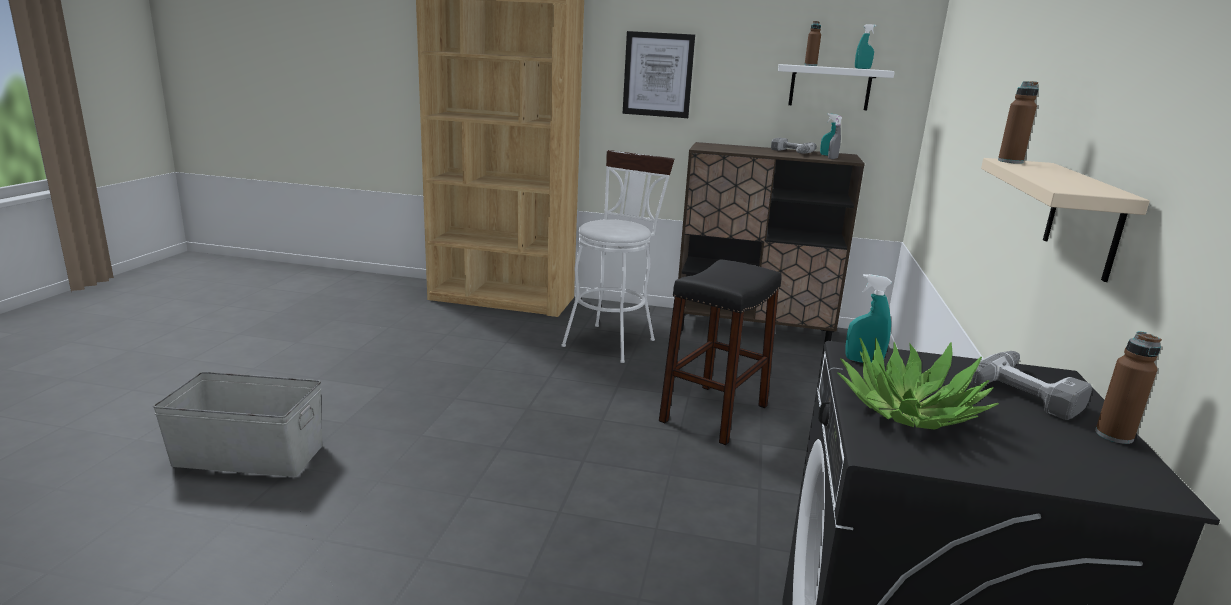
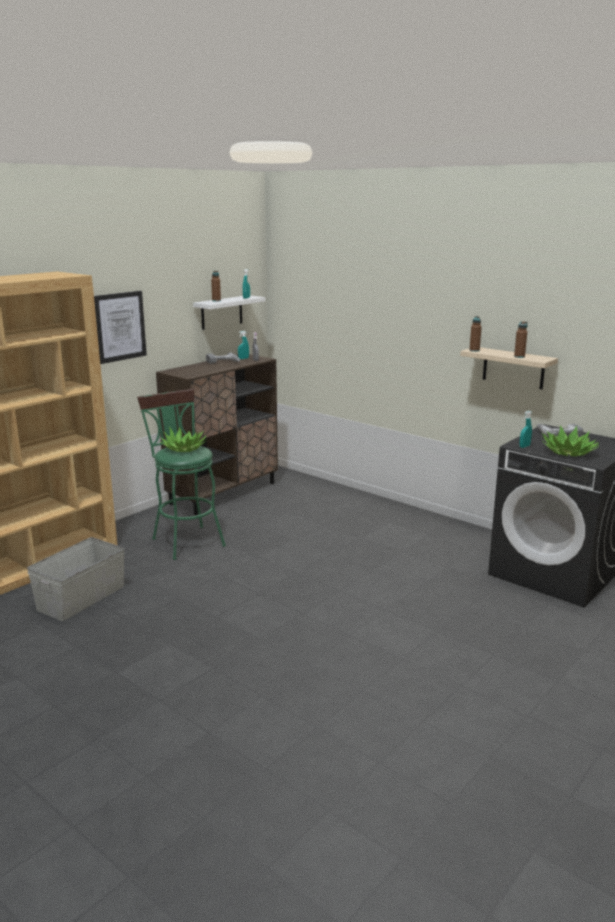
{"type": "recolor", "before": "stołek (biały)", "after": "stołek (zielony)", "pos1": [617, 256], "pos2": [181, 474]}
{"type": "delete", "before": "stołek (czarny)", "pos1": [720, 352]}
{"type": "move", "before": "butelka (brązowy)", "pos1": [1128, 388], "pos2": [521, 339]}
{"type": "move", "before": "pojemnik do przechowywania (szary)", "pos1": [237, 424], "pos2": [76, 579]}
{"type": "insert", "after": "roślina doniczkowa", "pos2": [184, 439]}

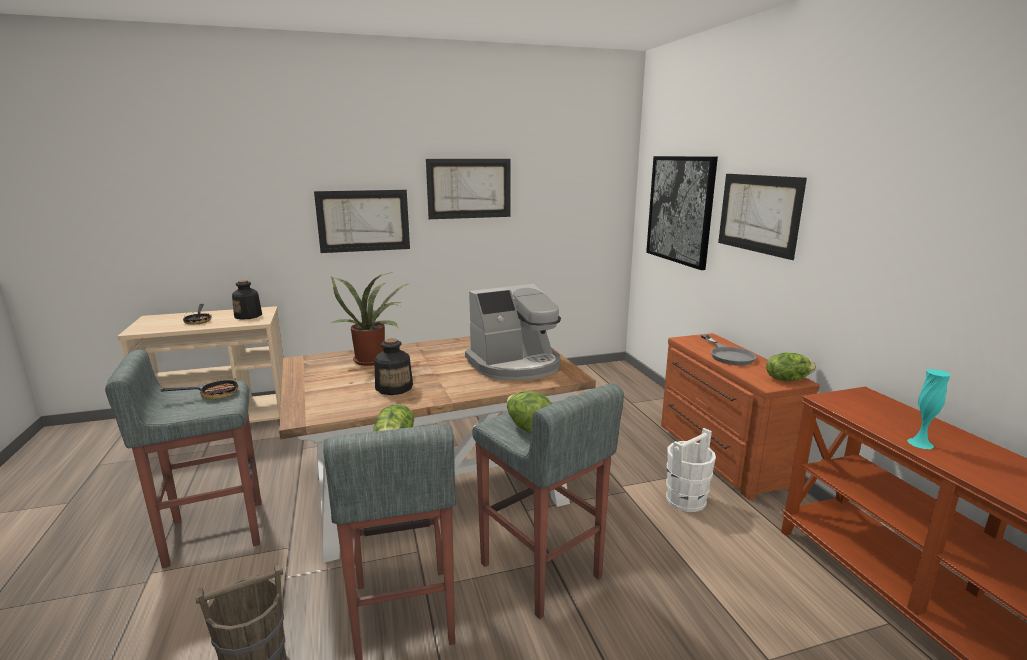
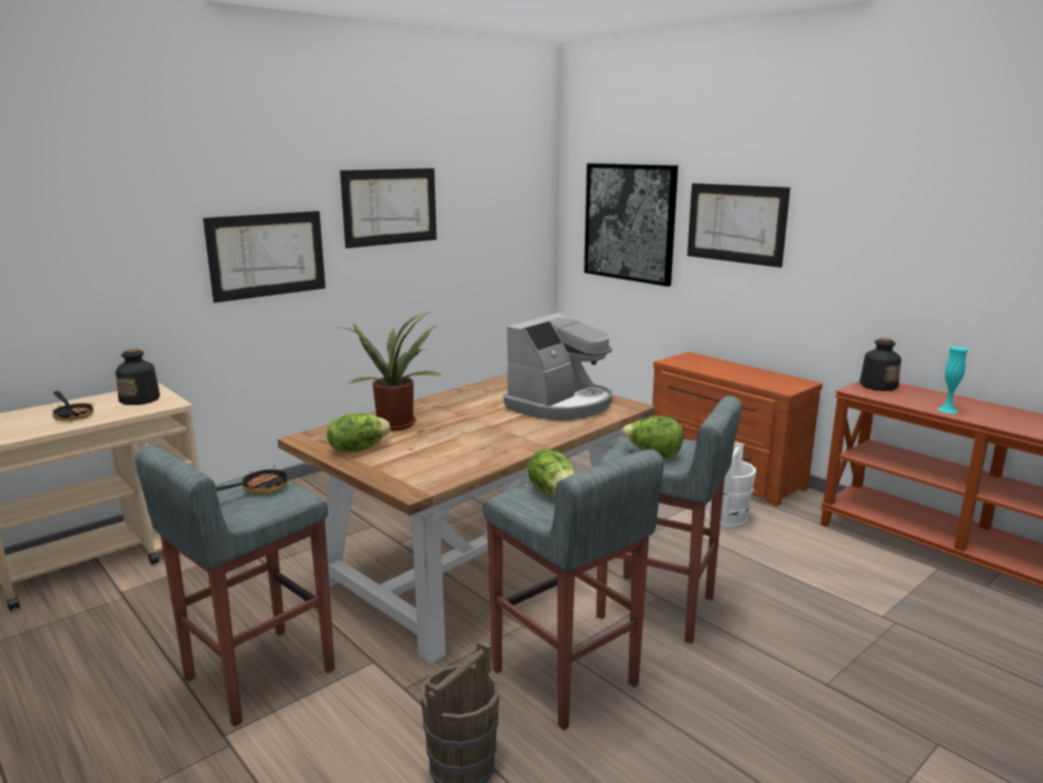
{"type": "delete", "before": "patelnia (szary)", "pos1": [728, 350]}
{"type": "move", "before": "butelka", "pos1": [393, 366], "pos2": [880, 364]}
{"type": "move", "before": "sałata", "pos1": [791, 366], "pos2": [358, 432]}

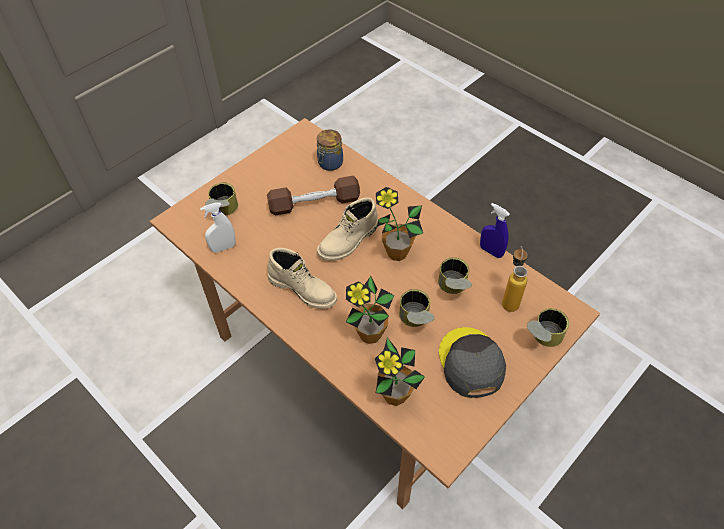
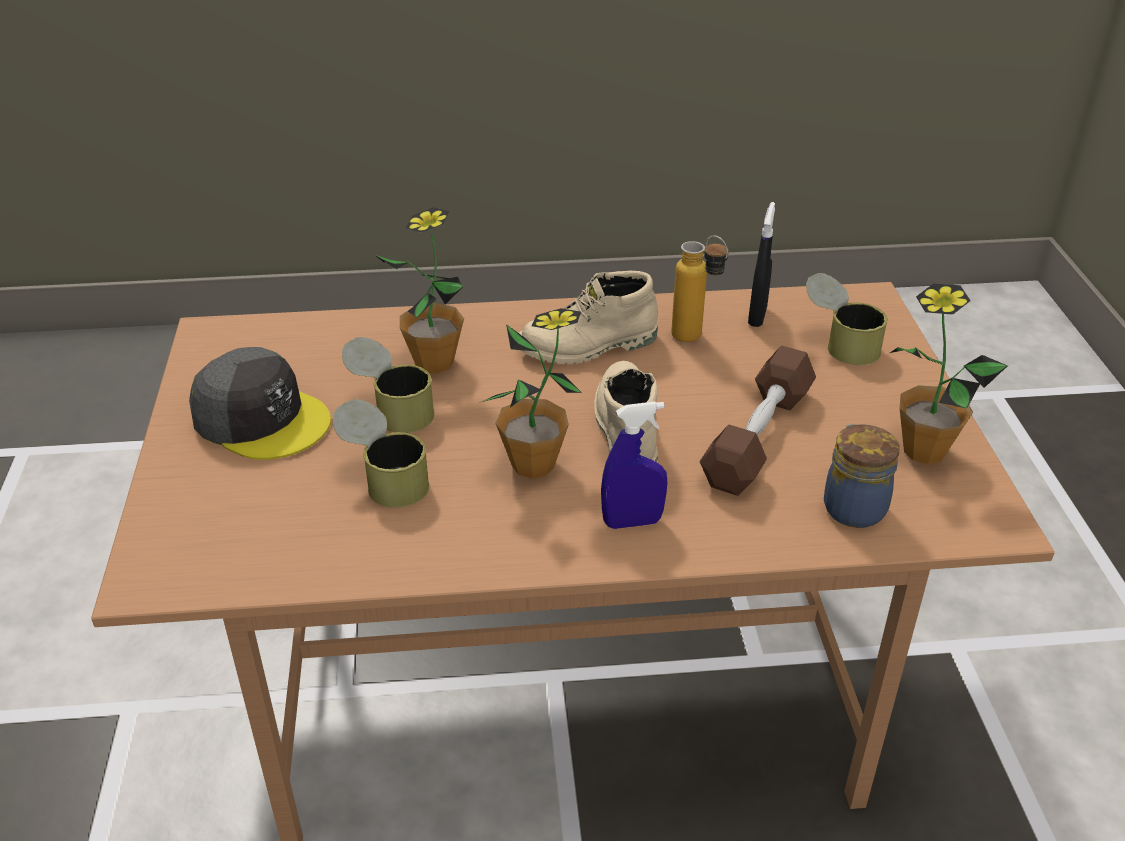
{"type": "recolor", "before": "spryskiwacz (biały)", "after": "spryskiwacz (czarny)", "pos1": [218, 227], "pos2": [761, 264]}
{"type": "move", "before": "spryskiwacz (niebieski)", "pos1": [495, 230], "pos2": [634, 465]}
{"type": "move", "before": "butelka", "pos1": [515, 279], "pos2": [700, 288]}
{"type": "delete", "before": "puszka", "pos1": [548, 327]}
{"type": "move", "before": "roślina doniczkowa", "pos1": [400, 371], "pos2": [949, 373]}

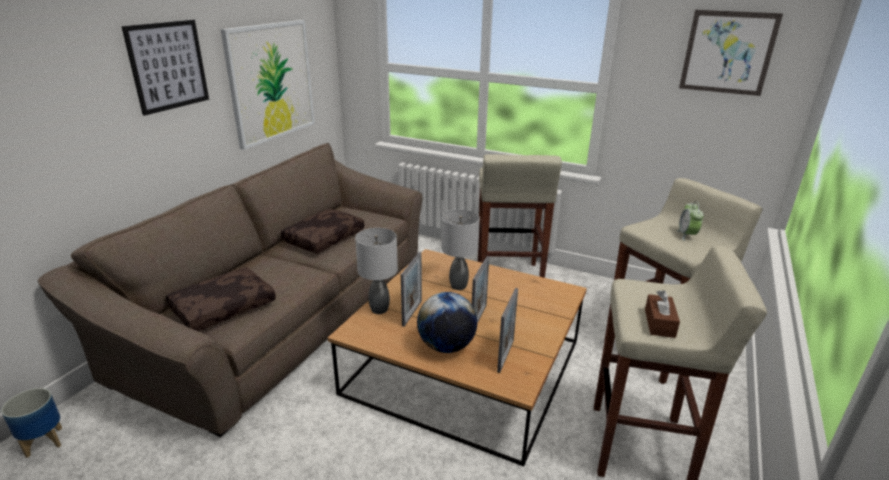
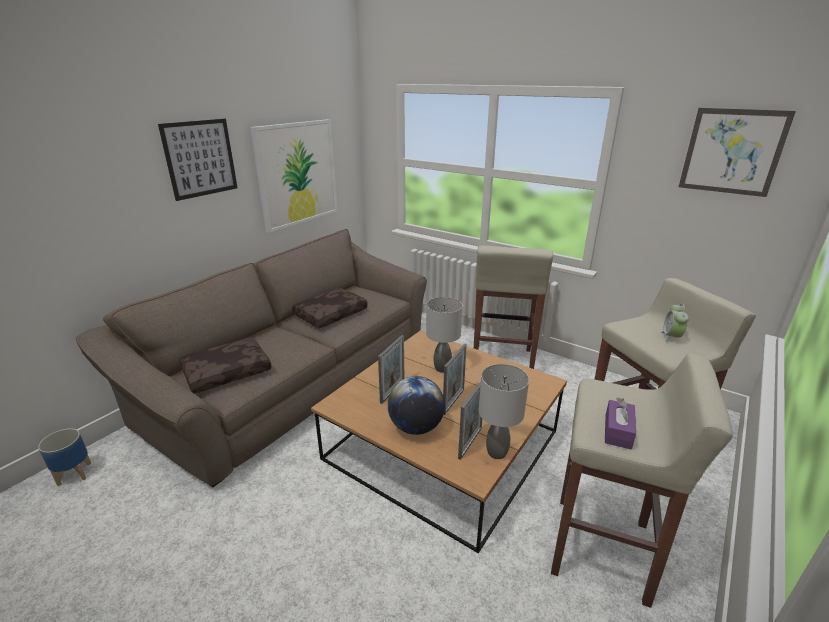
{"type": "move", "before": "lampa stołowa (szary)", "pos1": [376, 271], "pos2": [504, 411]}
{"type": "recolor", "before": "pudełko chusteczek (brązowy)", "after": "pudełko chusteczek (fioletowy)", "pos1": [662, 314], "pos2": [620, 423]}

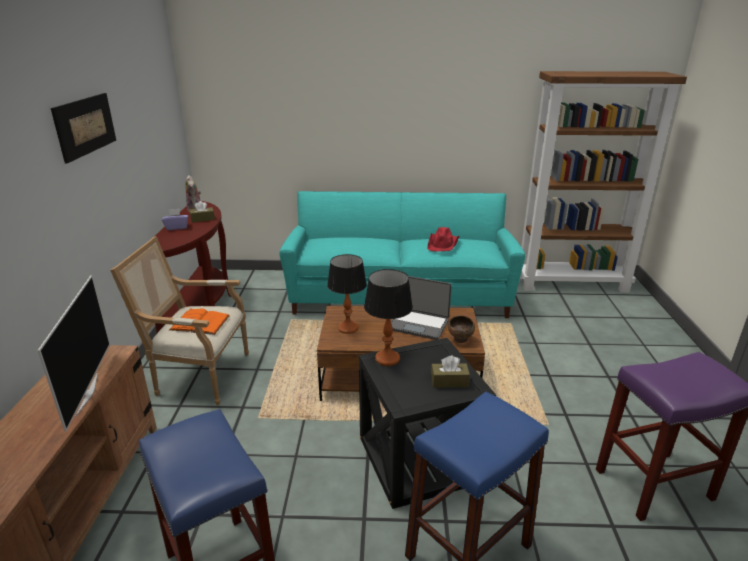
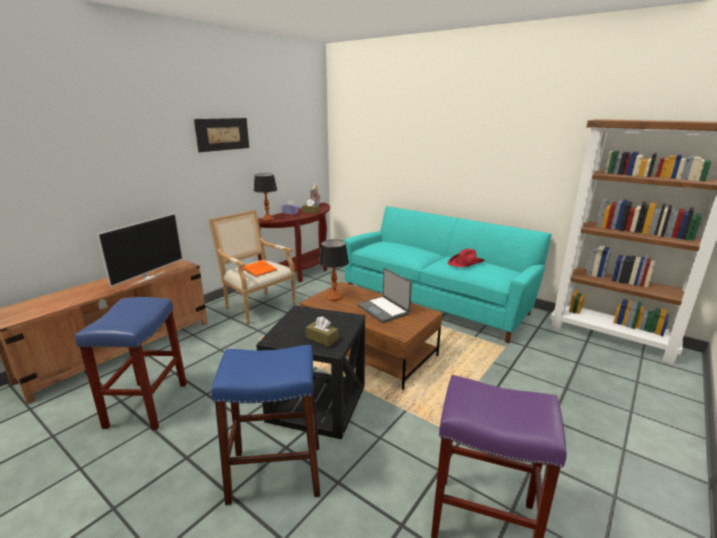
{"type": "move", "before": "lampa stołowa", "pos1": [388, 317], "pos2": [265, 197]}
{"type": "delete", "before": "miska (brązowy)", "pos1": [461, 329]}

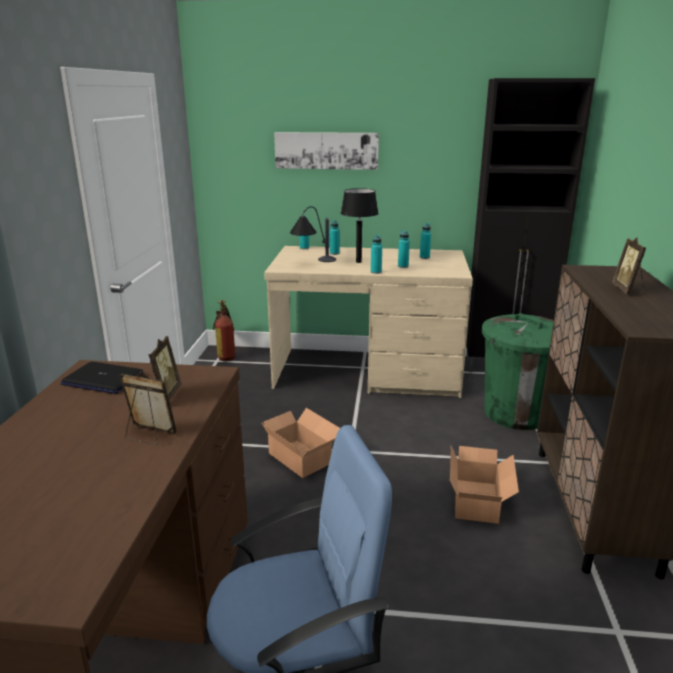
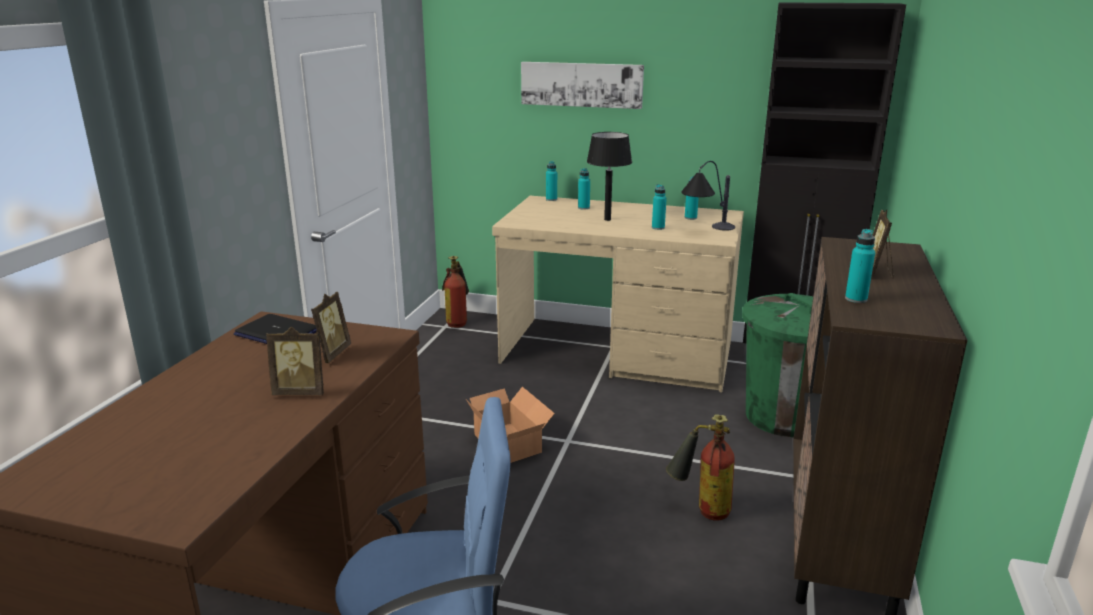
{"type": "move", "before": "lampa stołowa", "pos1": [313, 234], "pos2": [708, 196]}
{"type": "move", "before": "butelka (turkusowy)", "pos1": [376, 254], "pos2": [860, 266]}
{"type": "rotate", "before": "ramka na zdjęcie", "pos1": [148, 409], "pos2": [295, 361], "turn": 150}
{"type": "replace", "before": "karton", "after": "gaśnica", "pos1": [484, 485], "pos2": [700, 467]}

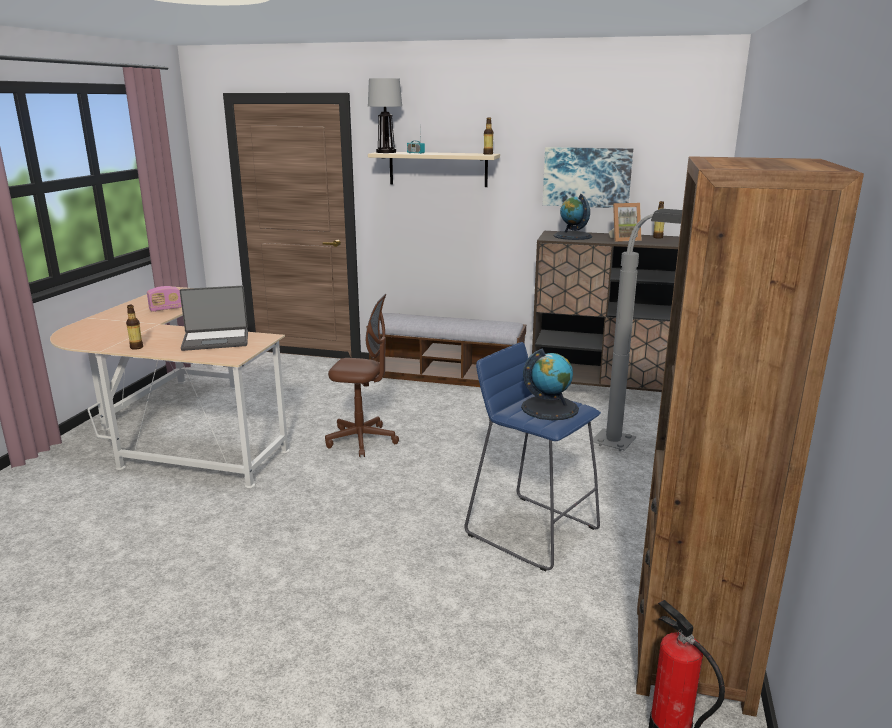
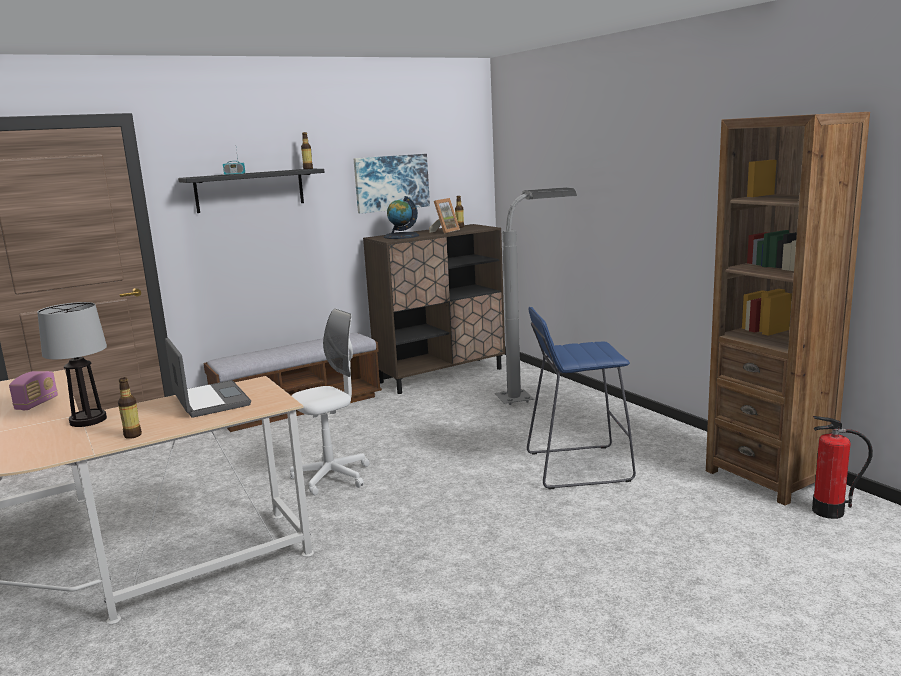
{"type": "move", "before": "lampa stołowa", "pos1": [385, 115], "pos2": [72, 364]}
{"type": "recolor", "before": "półka (beżowy)", "after": "półka (czarny)", "pos1": [434, 169], "pos2": [251, 191]}
{"type": "rotate", "before": "laptop", "pos1": [214, 318], "pos2": [208, 378], "turn": -60}
{"type": "recolor", "before": "krzesło biurowe (brązowy)", "after": "krzesło biurowe (biały)", "pos1": [362, 375], "pos2": [330, 402]}
{"type": "delete", "before": "globus", "pos1": [550, 384]}

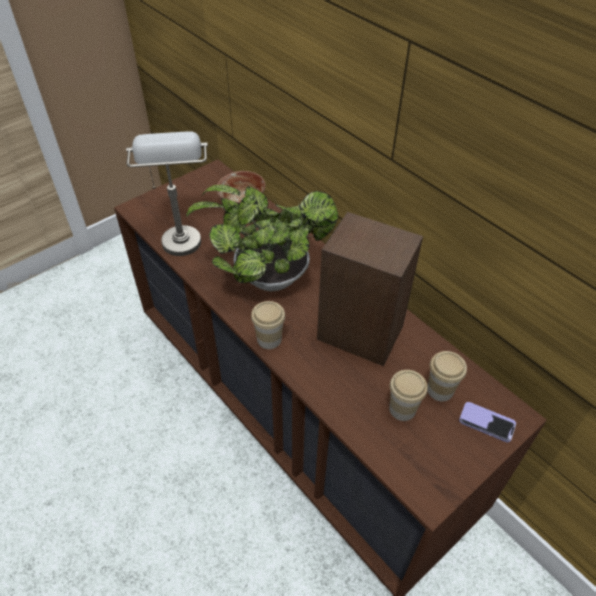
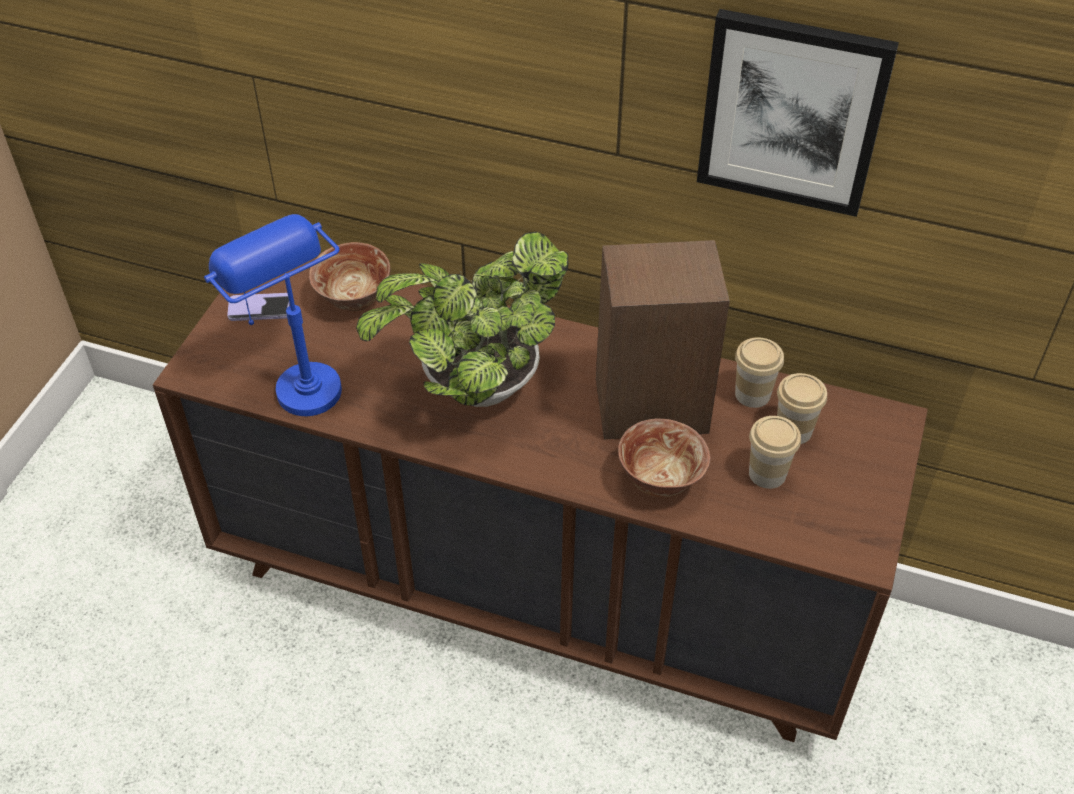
{"type": "recolor", "before": "lampa stołowa (szary)", "after": "lampa stołowa (niebieski)", "pos1": [167, 194], "pos2": [273, 315]}
{"type": "move", "before": "filiżanka", "pos1": [268, 325], "pos2": [759, 372]}
{"type": "move", "before": "telefon", "pos1": [487, 422], "pos2": [258, 307]}
{"type": "insert", "after": "obraz", "pos2": [798, 113]}
{"type": "insert", "after": "miska", "pos2": [664, 458]}

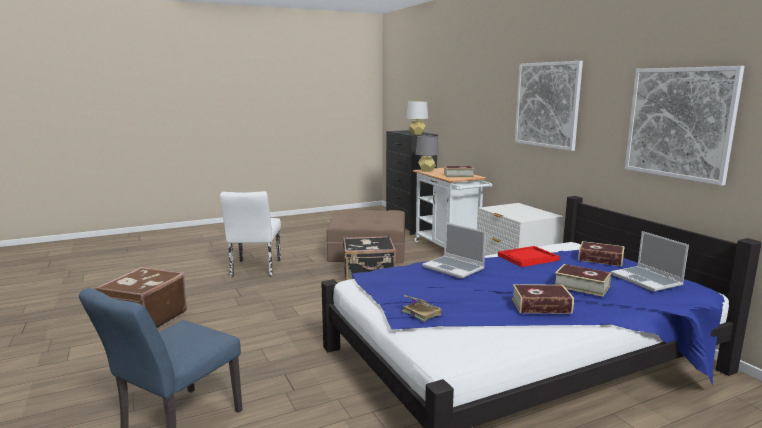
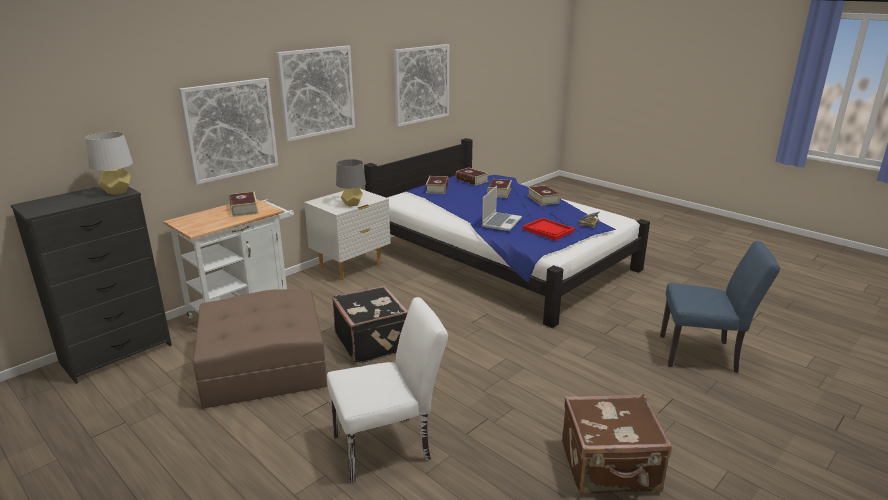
{"type": "move", "before": "lampa stołowa (szary)", "pos1": [427, 154], "pos2": [351, 183]}
{"type": "replace", "before": "laptop", "after": "książka", "pos1": [650, 261], "pos2": [472, 176]}
{"type": "move", "before": "taca (czerwony)", "pos1": [529, 256], "pos2": [549, 229]}
{"type": "insert", "after": "obraz", "pos2": [228, 131]}

